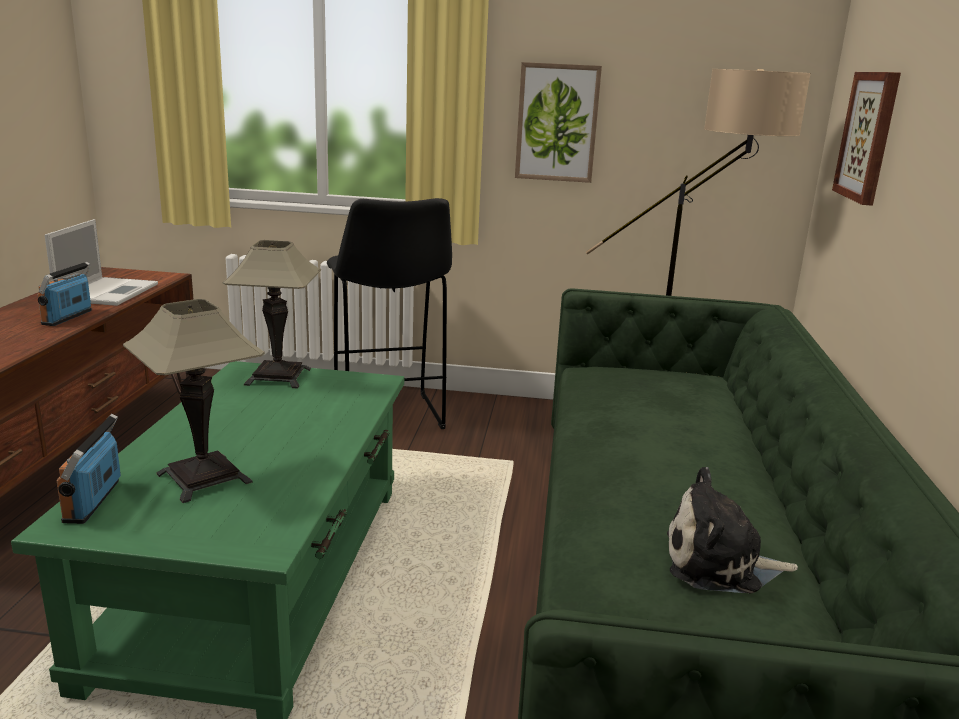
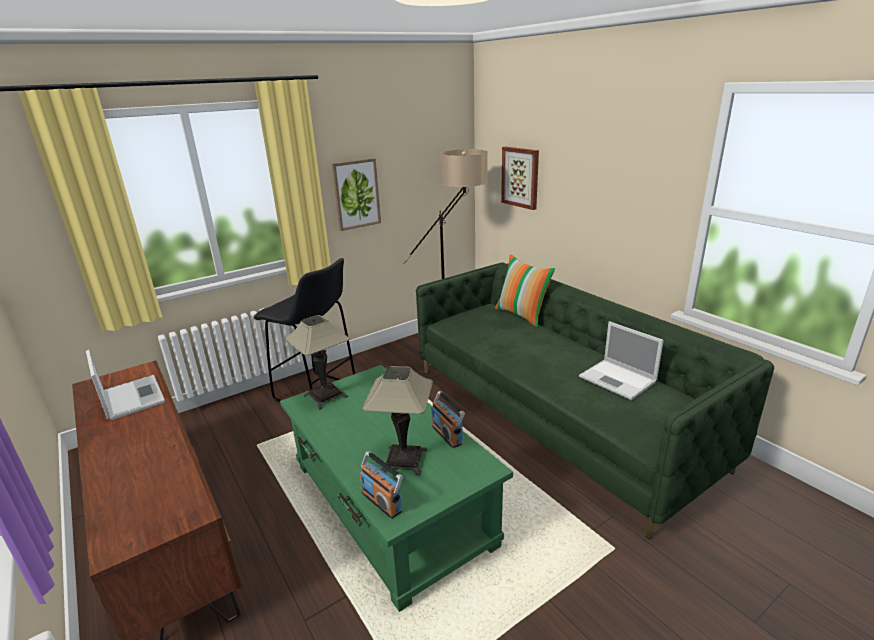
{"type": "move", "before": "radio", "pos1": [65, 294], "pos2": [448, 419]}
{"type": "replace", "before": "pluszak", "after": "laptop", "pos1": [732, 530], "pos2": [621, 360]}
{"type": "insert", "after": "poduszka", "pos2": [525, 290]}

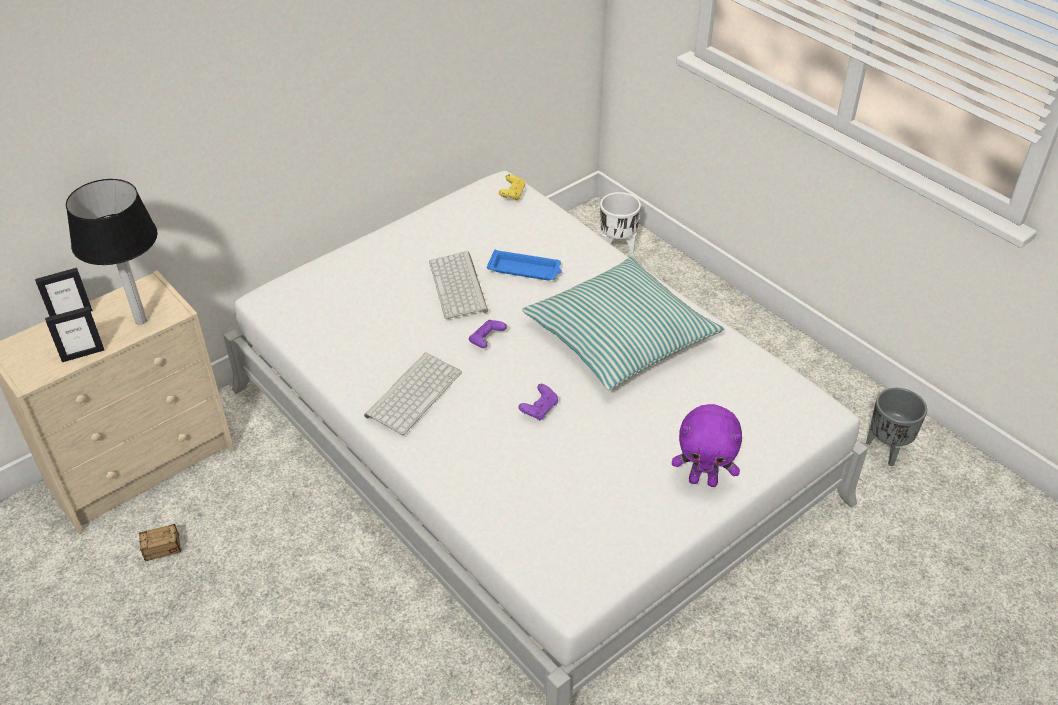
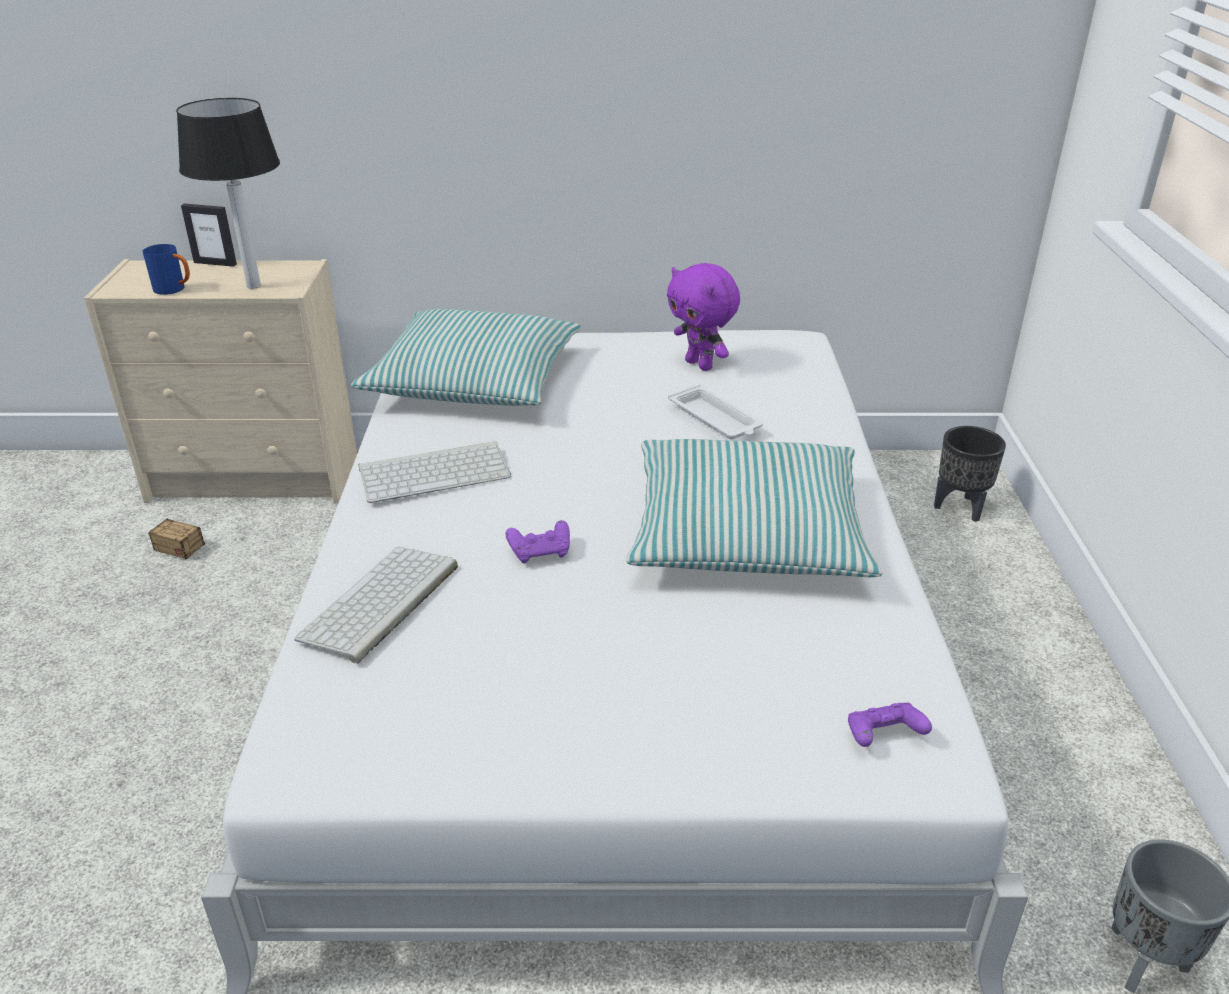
{"type": "delete", "before": "pad do gier (żółty)", "pos1": [512, 187]}
{"type": "recolor", "before": "donica (biały)", "after": "donica (czarny)", "pos1": [620, 222], "pos2": [970, 474]}
{"type": "recolor", "before": "taca (niebieski)", "after": "taca (biały)", "pos1": [524, 265], "pos2": [715, 411]}
{"type": "move", "before": "klawiatura", "pos1": [458, 285], "pos2": [376, 605]}
{"type": "replace", "before": "ramka na zdjęcie", "after": "kubek (niebieski)", "pos1": [74, 334], "pos2": [166, 269]}
{"type": "move", "before": "pad do gier (fioletowy)", "pos1": [488, 334], "pos2": [890, 725]}
{"type": "move", "before": "pluszak (fioletowy)", "pos1": [707, 445], "pos2": [703, 317]}
{"type": "insert", "after": "poduszka", "pos2": [466, 357]}

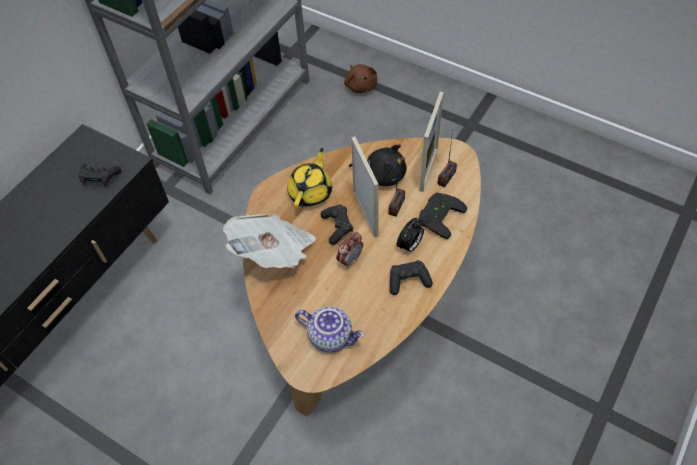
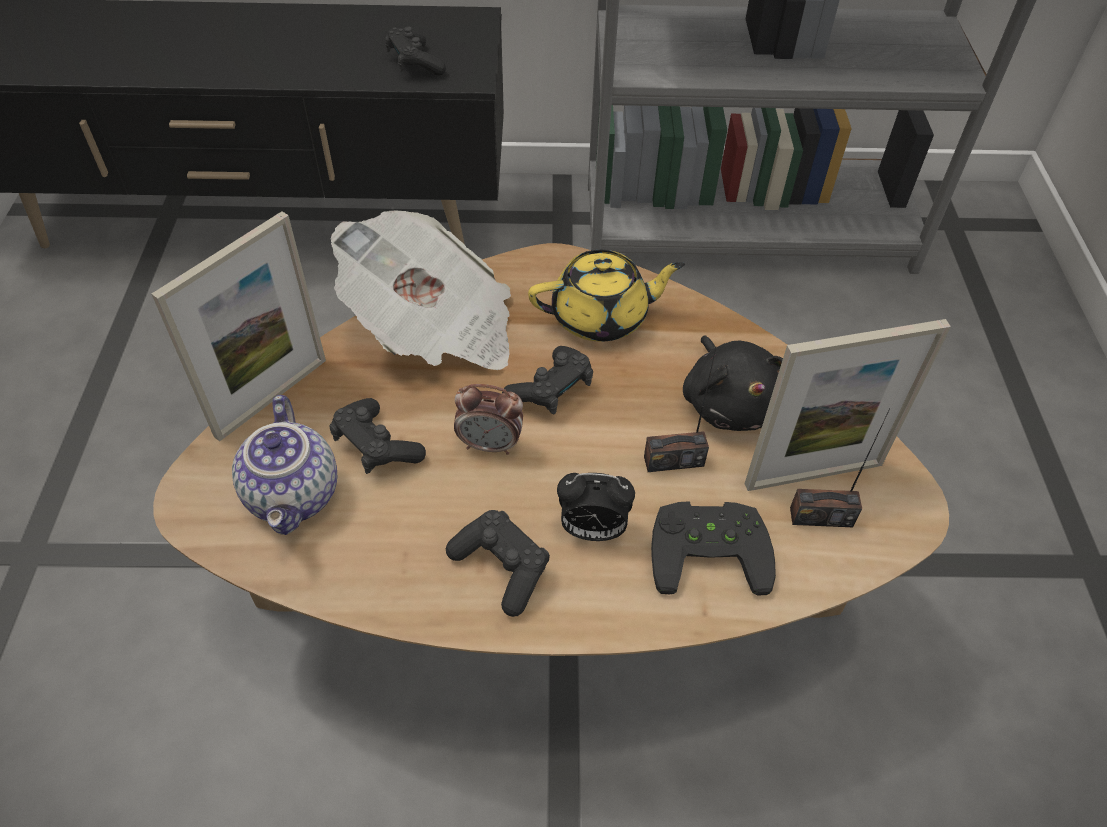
{"type": "delete", "before": "pluszak (brązowy)", "pos1": [360, 78]}
{"type": "move", "before": "ramka na zdjęcie", "pos1": [365, 187], "pos2": [239, 326]}
{"type": "insert", "after": "pad do gier (czarny)", "pos2": [378, 436]}

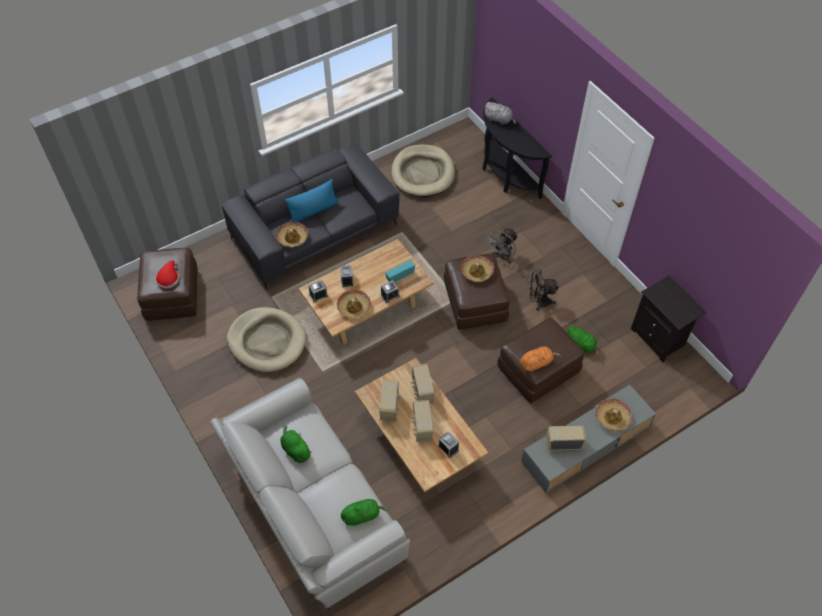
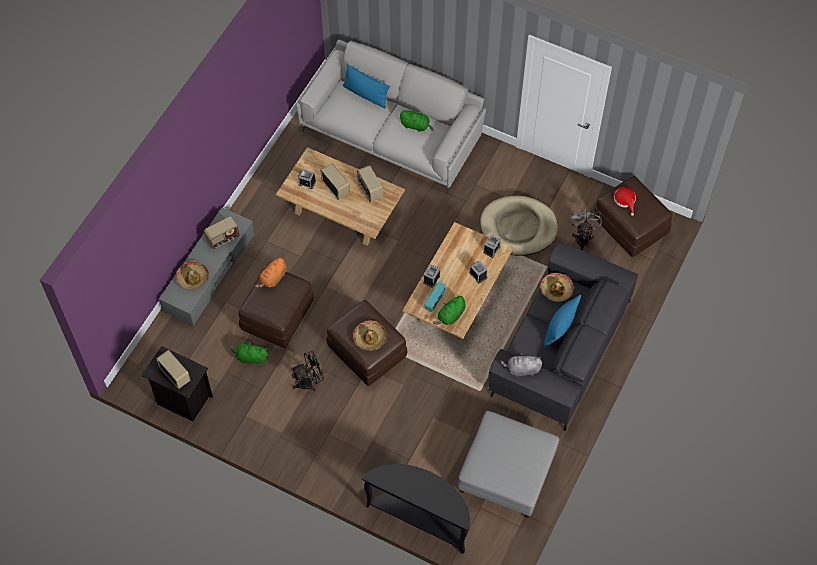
{"type": "move", "before": "pluszak (szary)", "pos1": [500, 113], "pos2": [521, 365]}
{"type": "replace", "before": "legowisko (beżowy)", "after": "pufa (szary)", "pos1": [423, 170], "pos2": [508, 464]}
{"type": "move", "before": "wentylator (szary)", "pos1": [502, 246], "pos2": [586, 229]}
{"type": "delete", "before": "kapelusz", "pos1": [354, 304]}
{"type": "move", "before": "radio", "pos1": [422, 384], "pos2": [173, 369]}
{"type": "move", "before": "pluszak (zielony)", "pos1": [364, 512], "pos2": [449, 310]}
{"type": "insert", "after": "poduszka (niebieski)", "pos2": [366, 86]}

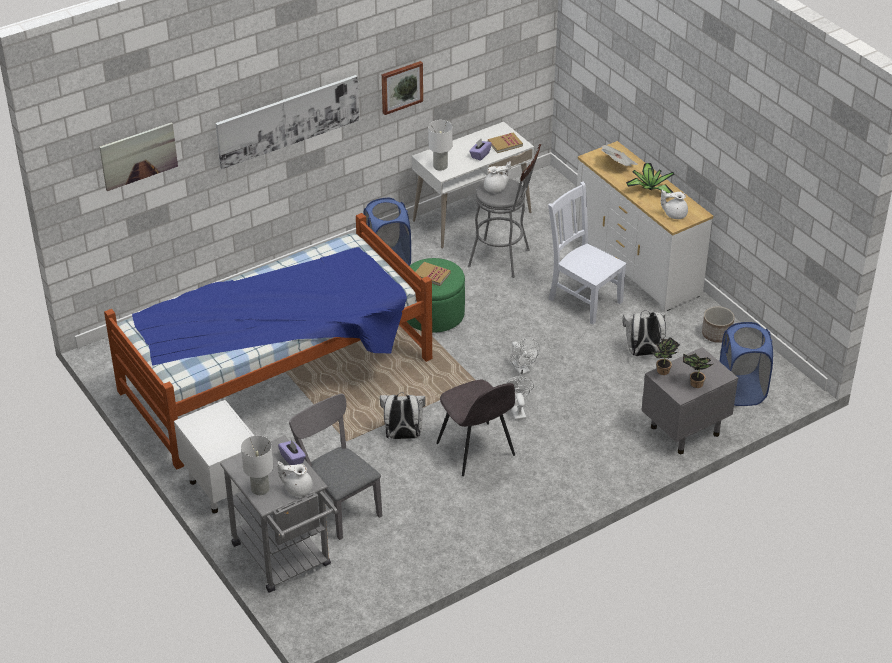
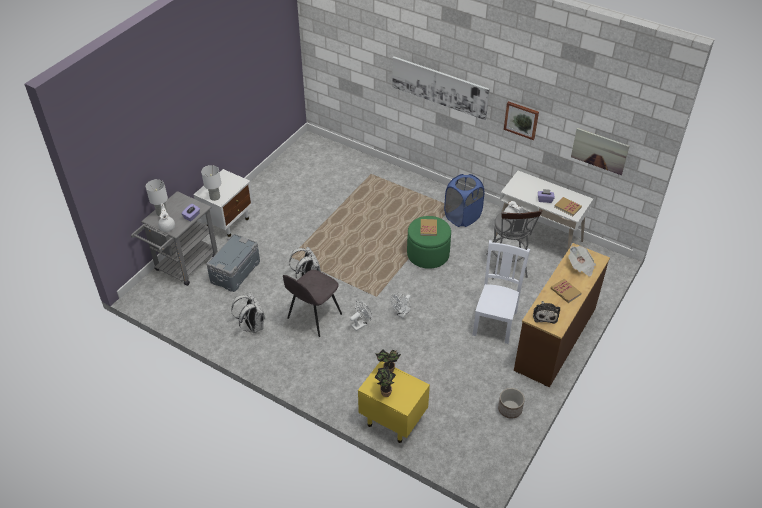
{"type": "move", "before": "lampa stołowa (biały)", "pos1": [440, 145], "pos2": [211, 183]}
{"type": "move", "before": "obraz", "pos1": [139, 156], "pos2": [600, 151]}
{"type": "recolor", "before": "komoda (biały)", "after": "komoda (brązowy)", "pos1": [643, 226], "pos2": [562, 315]}
{"type": "replace", "before": "roślina doniczkowa", "after": "książka", "pos1": [650, 178], "pos2": [566, 291]}
{"type": "replace", "before": "imbryk (biały)", "after": "pluszak", "pos1": [674, 204], "pos2": [546, 312]}
{"type": "delete", "before": "łóżko", "pos1": [268, 341]}
{"type": "move", "before": "plecak (biały)", "pos1": [644, 333], "pos2": [248, 313]}
{"type": "delete", "before": "kosz na pranie (niebieski)", "pos1": [746, 364]}
{"type": "recolor", "before": "szafka nocna (szary)", "after": "szafka nocna (żółty)", "pos1": [690, 400], "pos2": [394, 402]}
{"type": "replace", "before": "krzesło (szary)", "after": "pojemnik do przechowywania (szary)", "pos1": [335, 467], "pos2": [233, 263]}

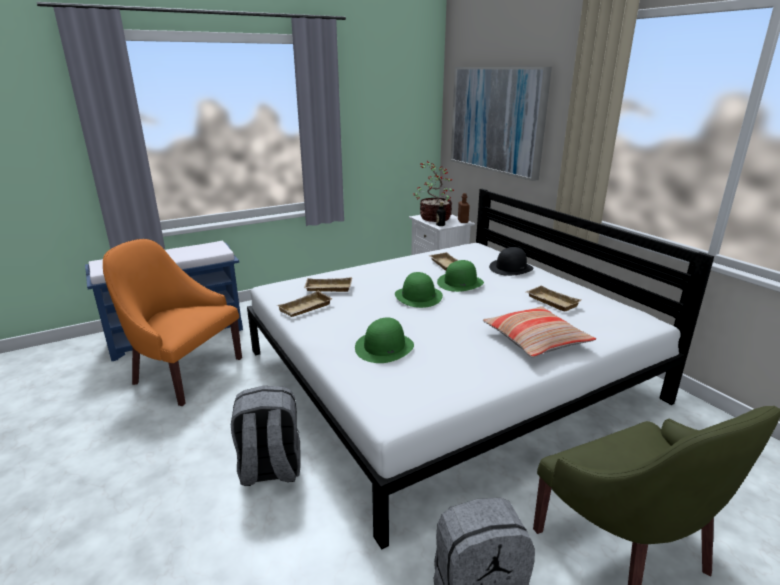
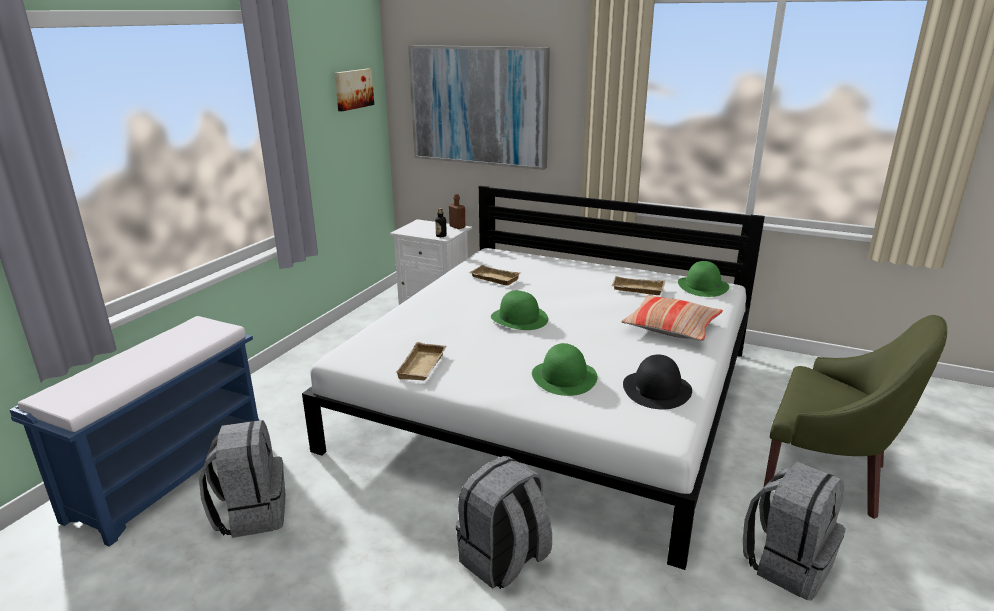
{"type": "delete", "before": "roślina doniczkowa", "pos1": [433, 191]}
{"type": "replace", "before": "fotel (pomarańczowy)", "after": "plecak (szary)", "pos1": [172, 322], "pos2": [242, 479]}
{"type": "move", "before": "kapelusz (czarny)", "pos1": [511, 261], "pos2": [657, 382]}
{"type": "move", "before": "kapelusz (zielony)", "pos1": [460, 276], "pos2": [703, 279]}
{"type": "delete", "before": "taca (beżowy)", "pos1": [328, 284]}
{"type": "insert", "after": "obraz", "pos2": [354, 90]}

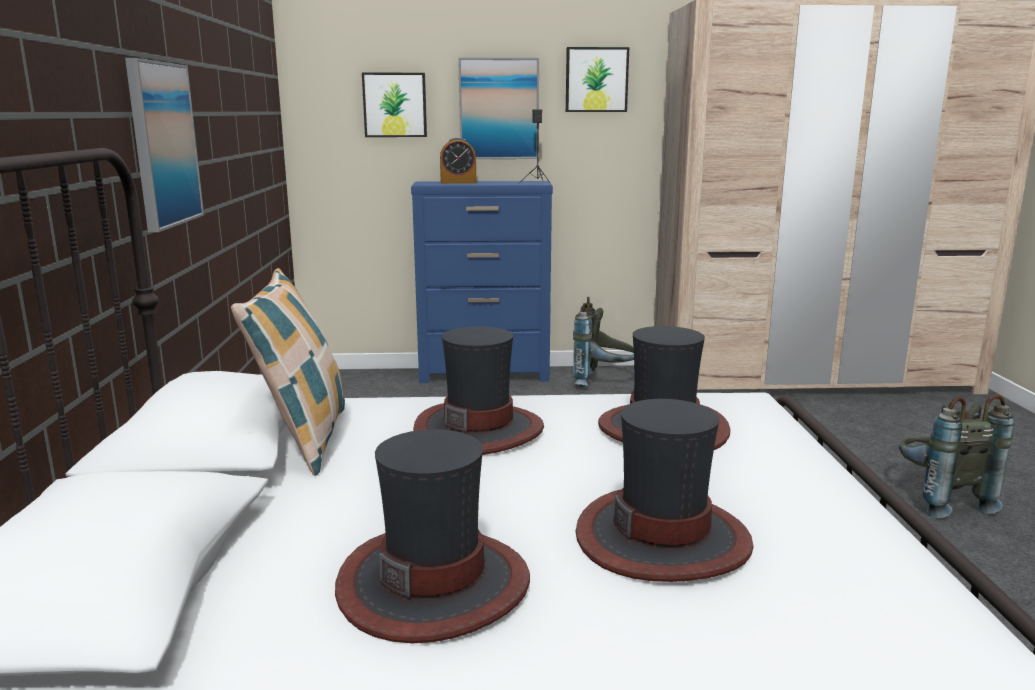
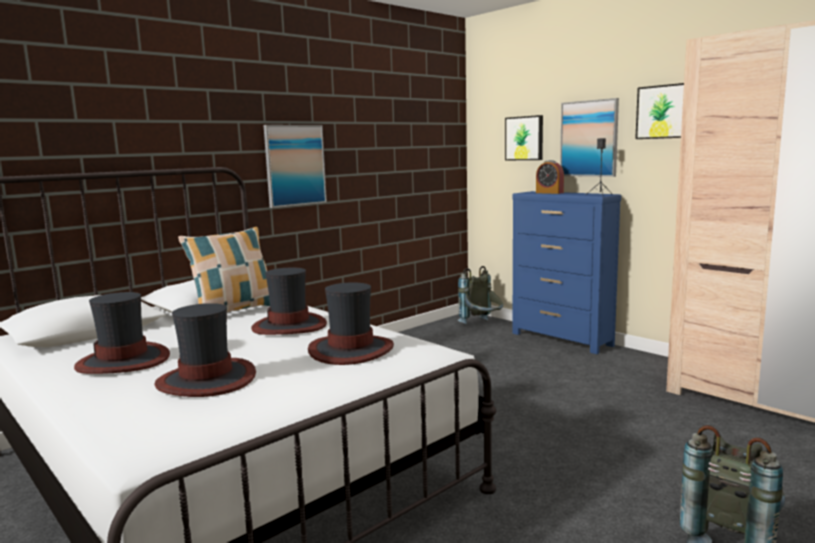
{"type": "move", "before": "plecak (szary)", "pos1": [603, 342], "pos2": [480, 295]}

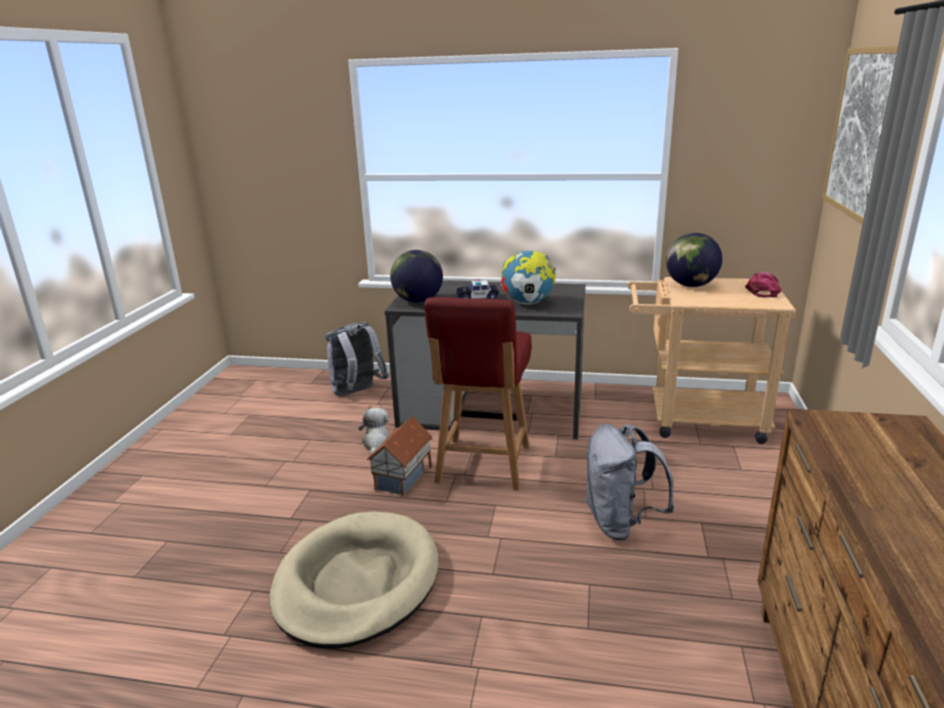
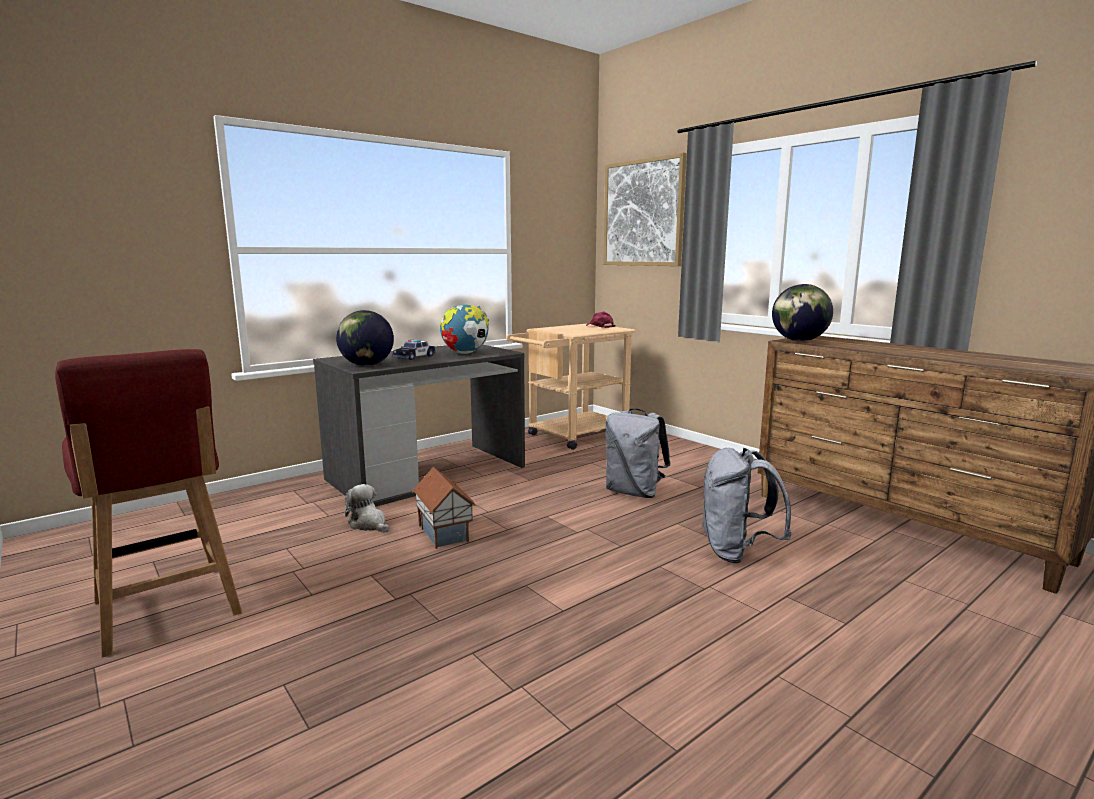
{"type": "move", "before": "globus", "pos1": [694, 260], "pos2": [802, 312]}
{"type": "move", "before": "krzesło (czerwony)", "pos1": [478, 394], "pos2": [148, 503]}
{"type": "move", "before": "plecak (szary)", "pos1": [357, 359], "pos2": [746, 505]}
{"type": "delete", "before": "legowisko (beżowy)", "pos1": [354, 580]}

